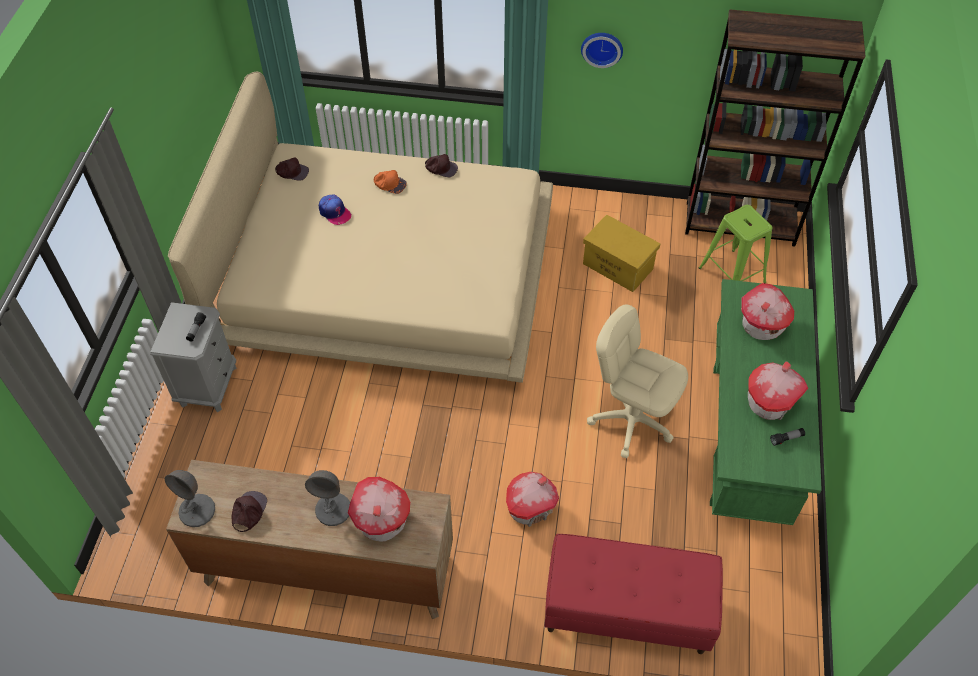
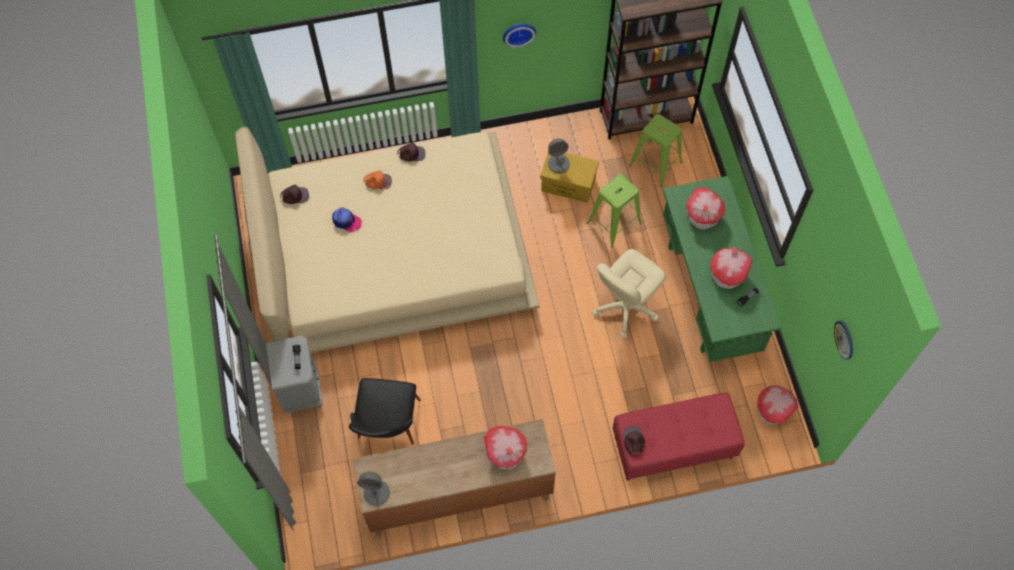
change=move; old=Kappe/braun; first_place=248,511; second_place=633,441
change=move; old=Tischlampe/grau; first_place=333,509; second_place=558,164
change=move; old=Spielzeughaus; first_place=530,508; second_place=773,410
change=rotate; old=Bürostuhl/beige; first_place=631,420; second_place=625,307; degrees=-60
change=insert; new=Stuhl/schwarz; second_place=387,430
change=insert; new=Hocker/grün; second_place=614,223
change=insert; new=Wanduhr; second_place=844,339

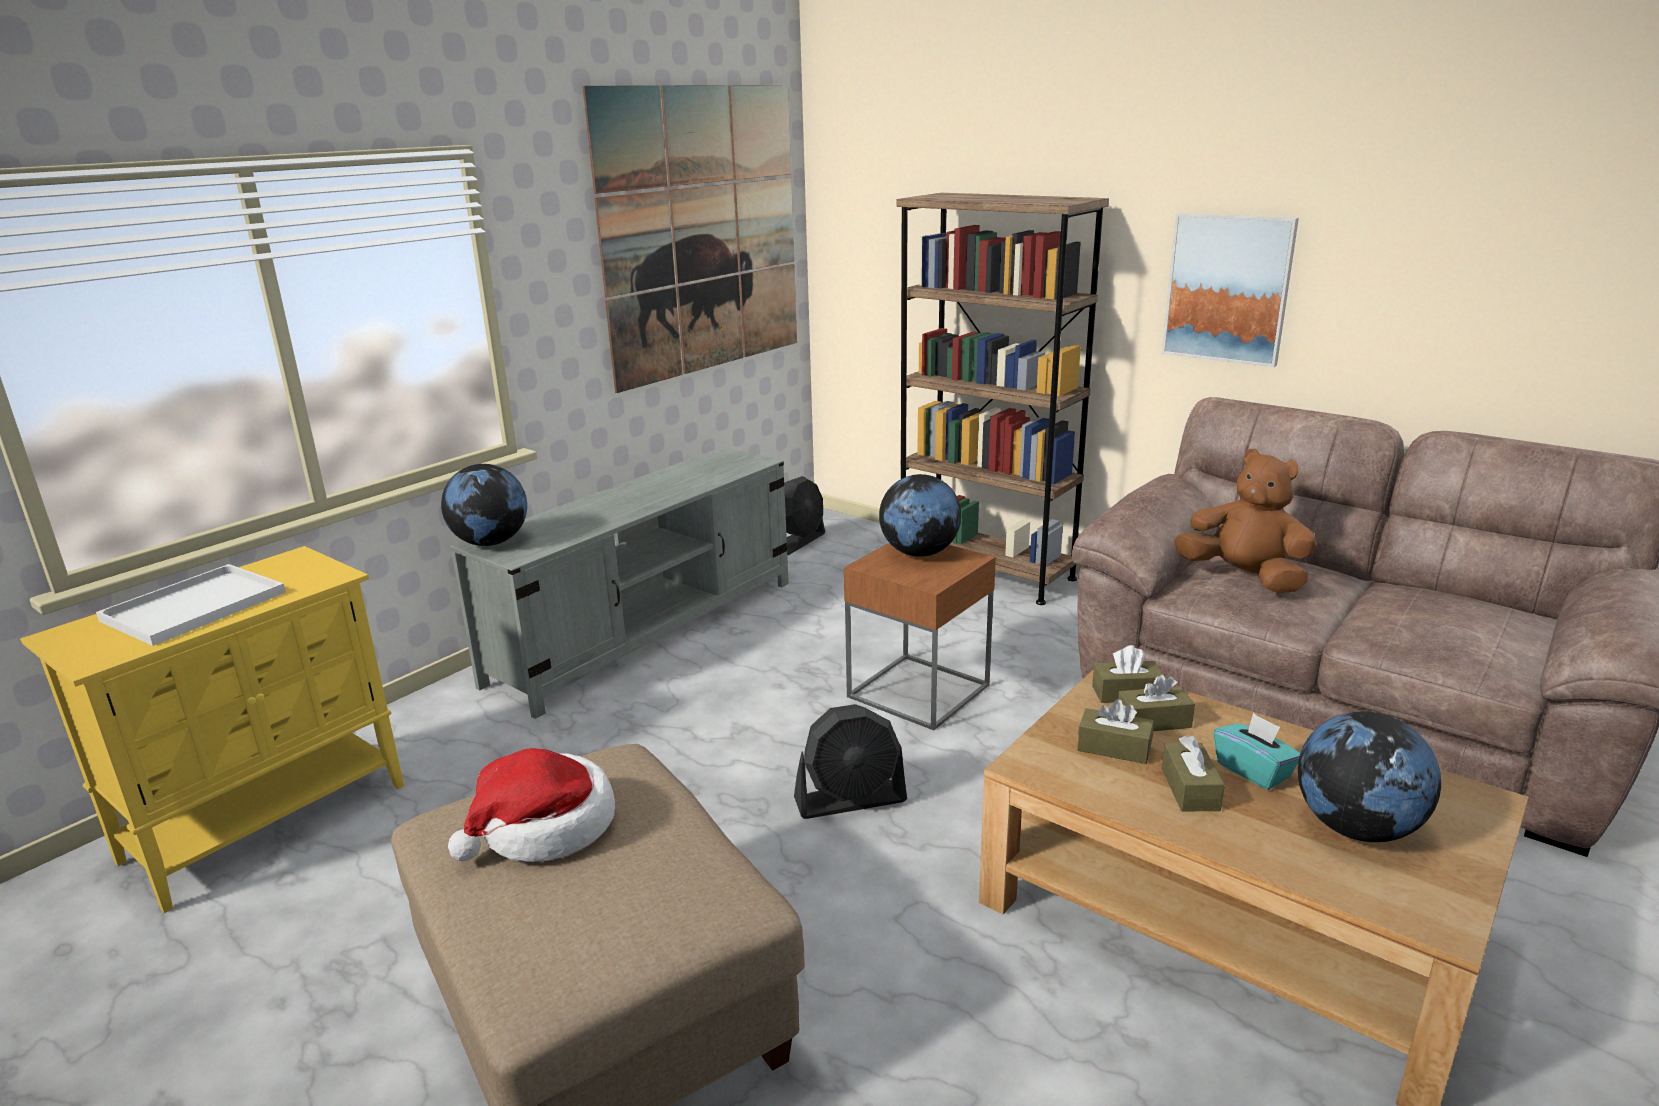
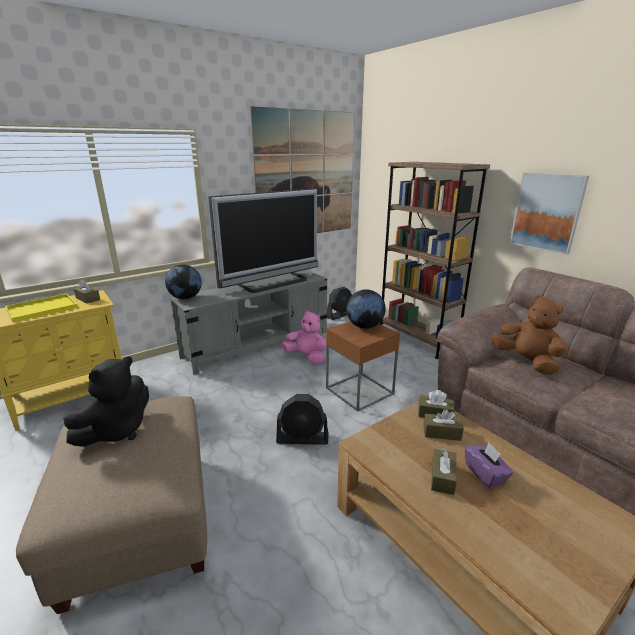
change=recolor; old=Tablett/weiß; new=Tablett/gelb; first_place=192,608; second_place=41,309
change=replace; old=Hut; new=Plüschtier/schwarz; first_place=544,828; second_place=117,430
change=move; old=Taschentuchbox/braun; first_place=1114,748; second_place=88,299
change=recolor; old=Taschentuchbox/türkis; new=Taschentuchbox/lila; first_place=1253,771; second_place=485,474
change=delete; old=Globus; first_place=1356,828
change=insert; new=Fernseher; second_place=274,283
change=insert; new=Plüschtier/rosa; second_place=306,357

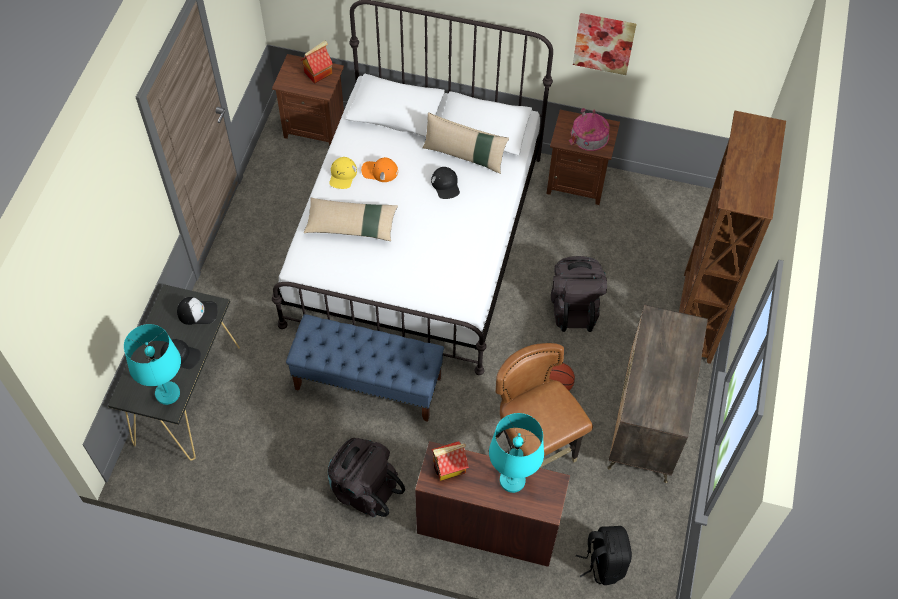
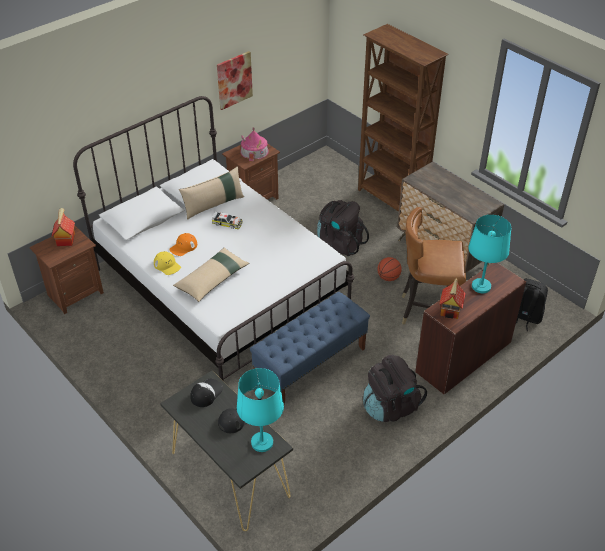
change=replace; old=Kappe/schwarz; new=Spielzeugauto; first_place=445,185; second_place=227,223

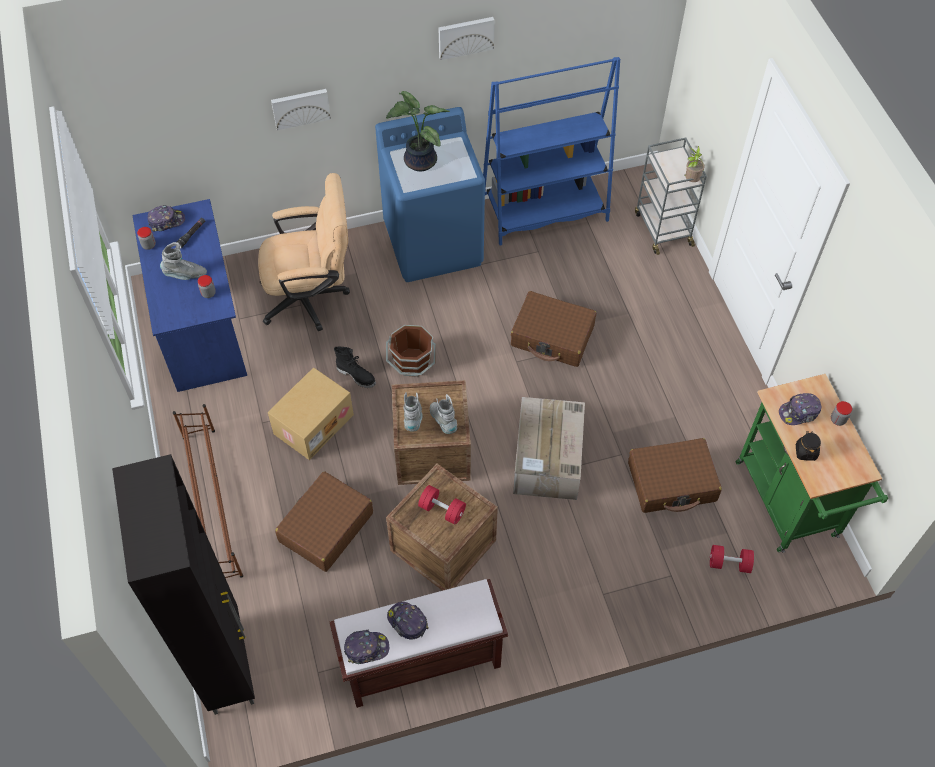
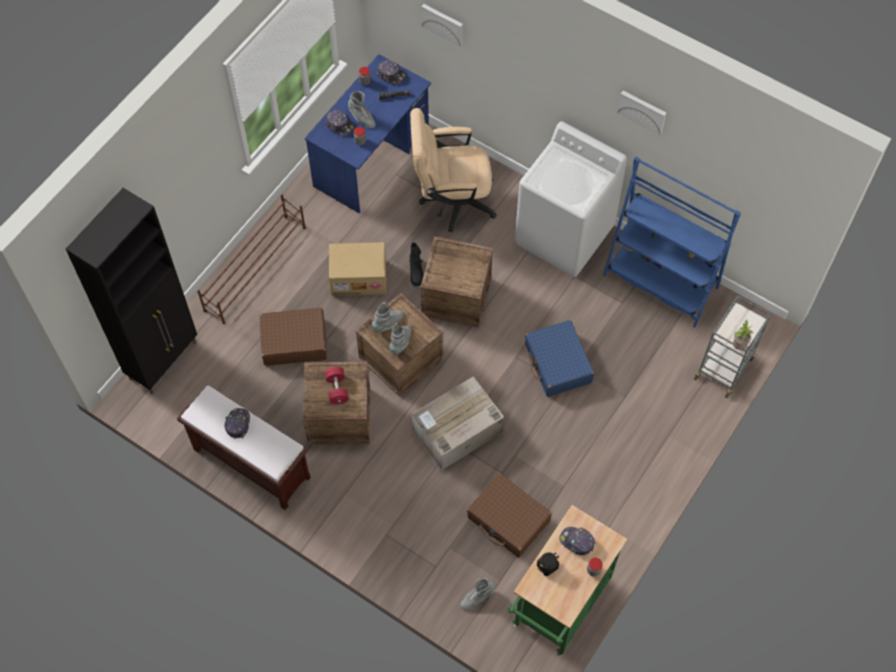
change=rotate; old=Bürostuhl/beige; first_place=312,297; second_place=451,201; degrees=135
change=move; old=Bild; first_place=300,107; second_place=443,24
change=move; old=Kappe; first_place=366,648; second_place=340,125
change=recolor; old=Waschmaschine/blau; new=Waschmaschine/weiß; first_place=434,243; second_place=564,235
change=delete; old=Topfpflanze; first_place=418,161
change=replace; old=Eimer/braun; new=Kiste; first_place=412,363; second_place=456,296
change=recolor; old=Koffer/braun; new=Koffer/blau; first_place=552,336; second_place=558,364
change=replace; old=Hantel/rot; new=Stiefel/grau; first_place=729,563; second_place=477,597

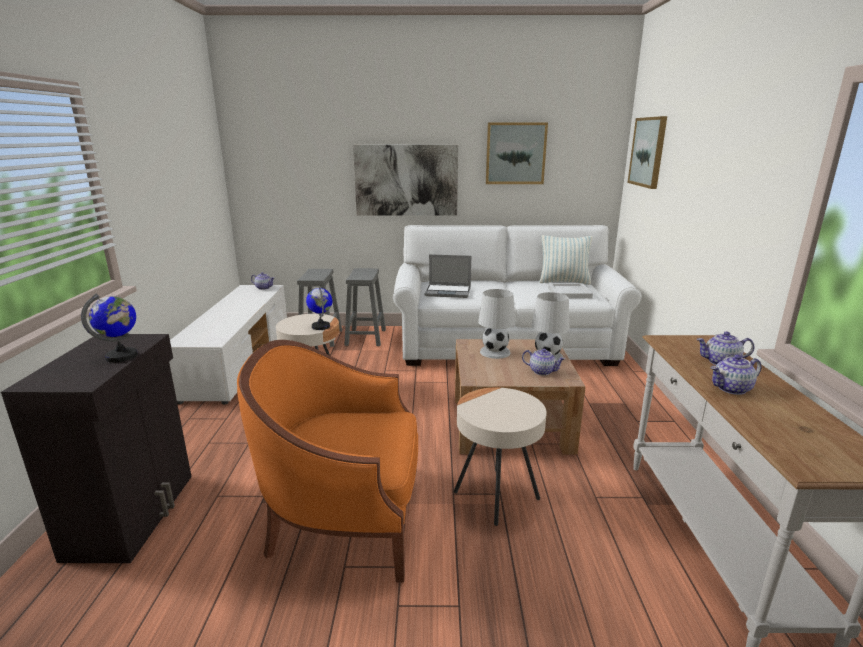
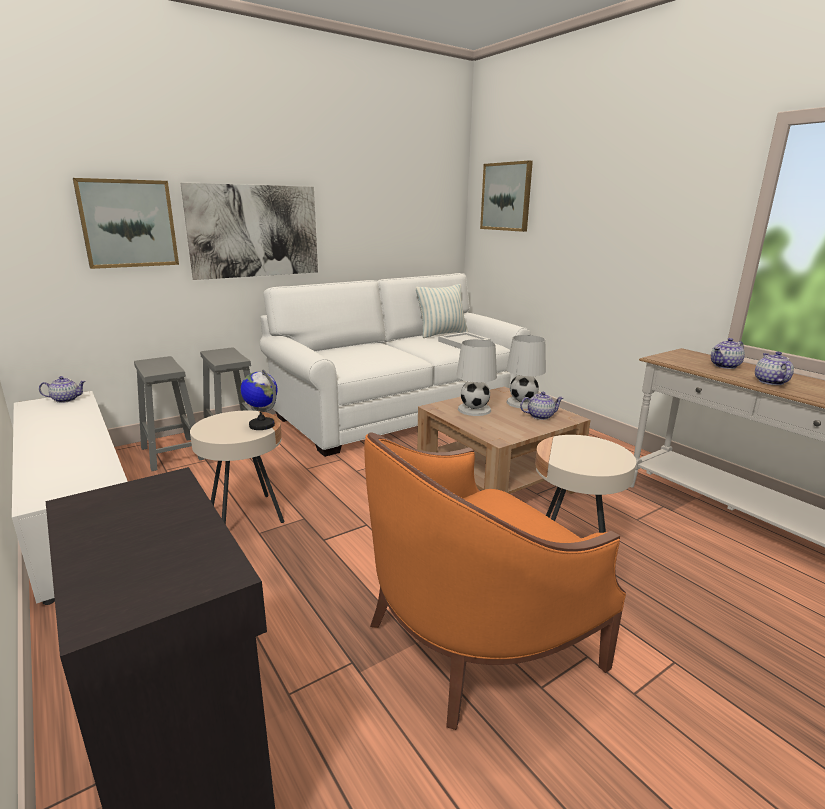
change=delete; old=Globus; first_place=122,356
change=delete; old=Laptop; first_place=448,292
change=move; old=Bild; first_place=515,153; second_place=128,223
change=rotate; old=Teekanne; first_place=731,389; second_place=770,382; degrees=150

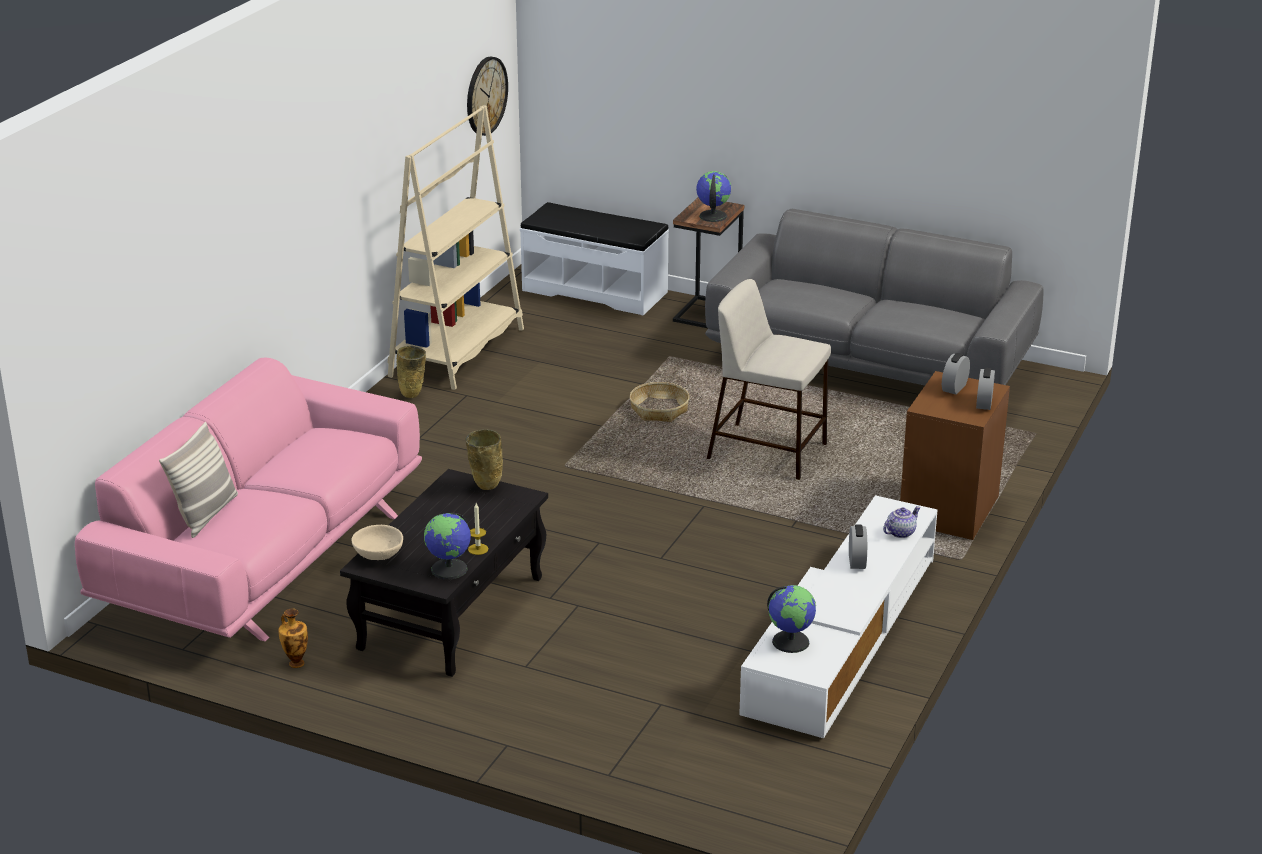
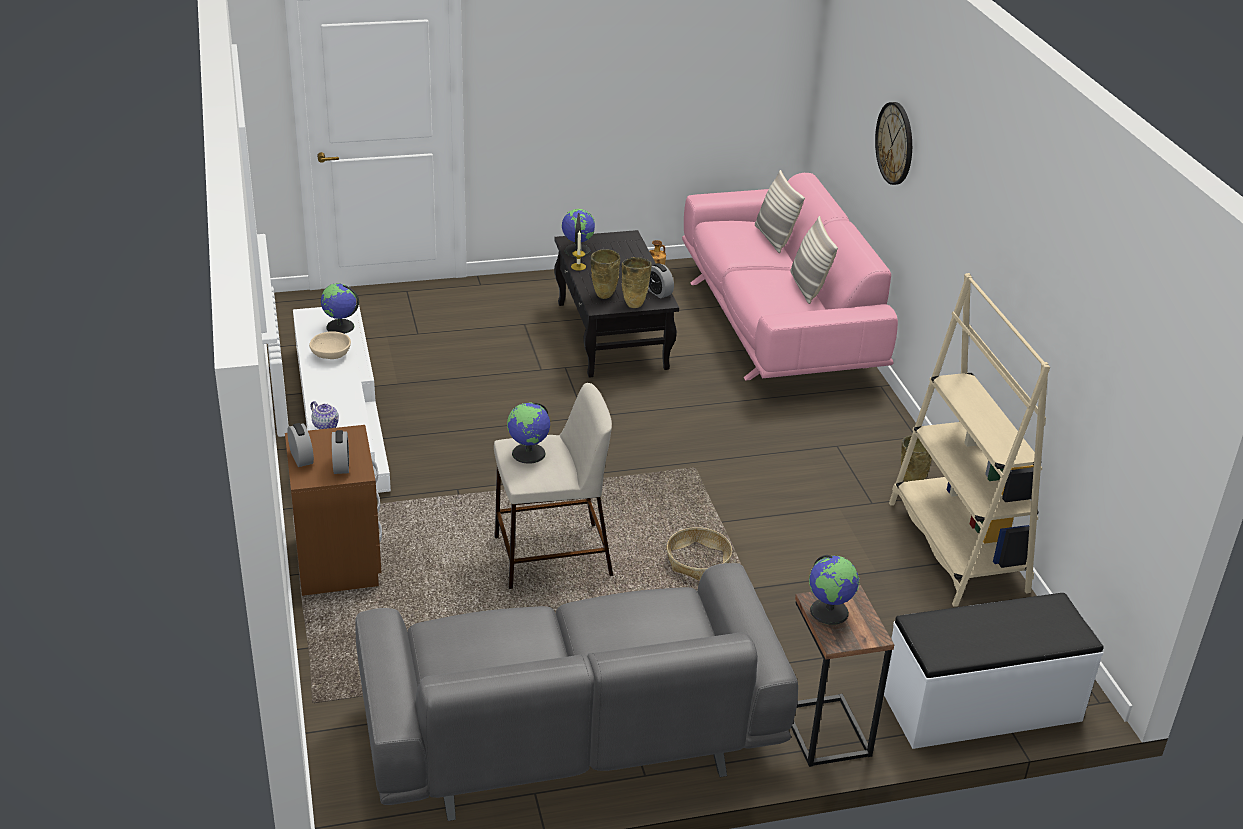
change=move; old=Schüssel/beige; first_place=379,555; second_place=330,355
change=move; old=Wanduhr; first_place=486,95; second_place=895,143
change=move; old=Wecker; first_place=857,561; second_place=658,292
change=rotate; old=Teekanne; first_place=900,532; second_place=326,425; degrees=-60
change=insert; new=Globus; second_place=529,453
change=insert; new=Vase/beige; second_place=603,296
change=insert; new=Kissen; second_place=808,288

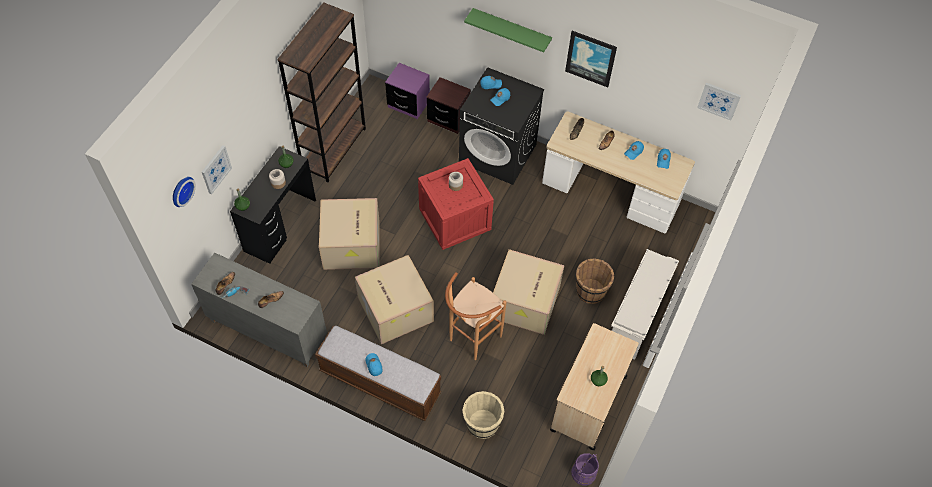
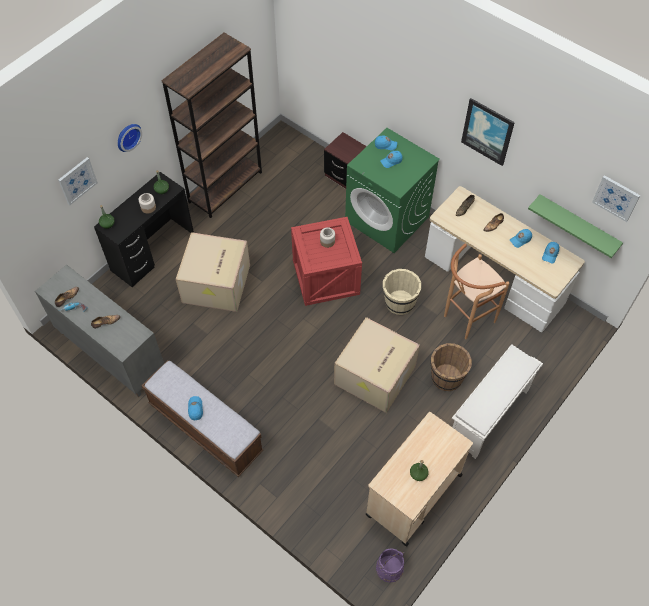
change=move; old=Wanduhr; first_place=181,190; second_place=127,136
change=delete; old=Karton; first_place=394,309
change=delete; old=Nachttisch/lila; first_place=408,104
change=move; old=Hocker/braun; first_place=471,340; second_place=464,320
change=recolor; old=Waschmaschine/schwarz; new=Waschmaschine/grün; first_place=498,153; second_place=387,219
change=move; old=Eimer/beige; first_place=482,424; second_place=399,302
change=move; old=Wandregal/grün; first_place=511,30; second_place=577,225

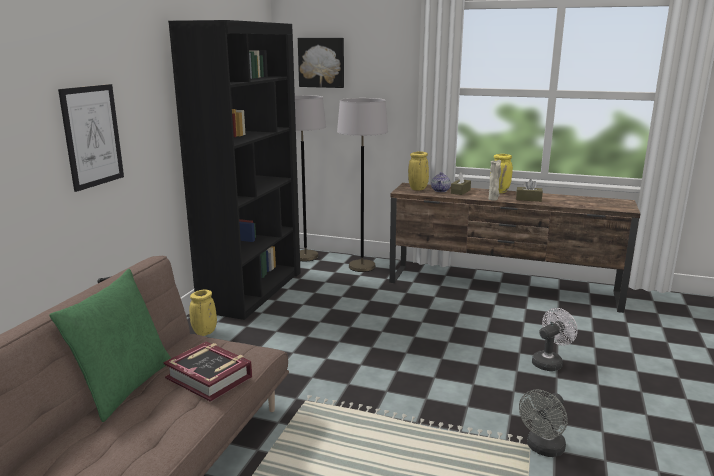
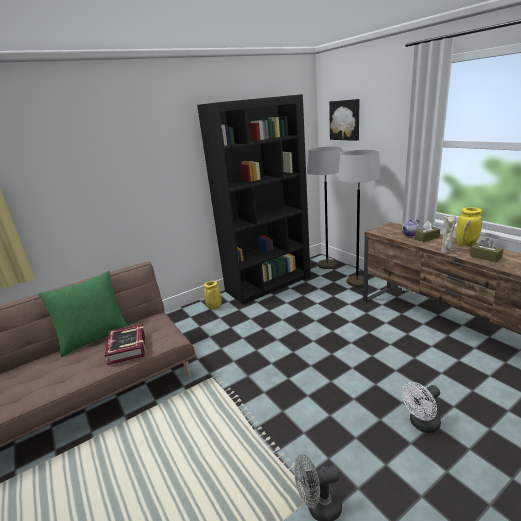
change=delete; old=Bild; first_place=92,136
change=delete; old=Vase/gelb; first_place=418,189
change=rotate; old=Ventilator/weiß; first_place=550,362; second_place=421,424; degrees=150

